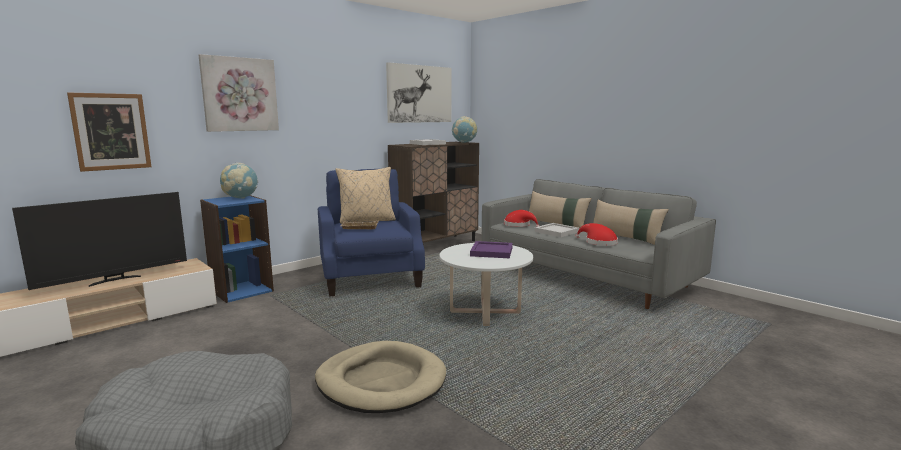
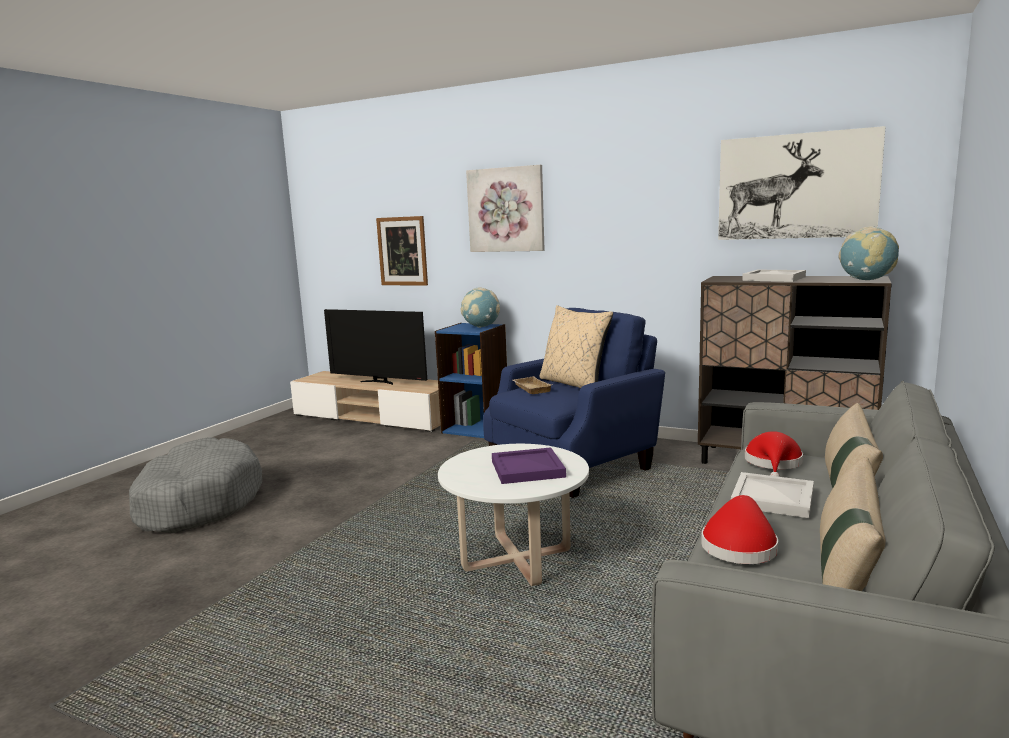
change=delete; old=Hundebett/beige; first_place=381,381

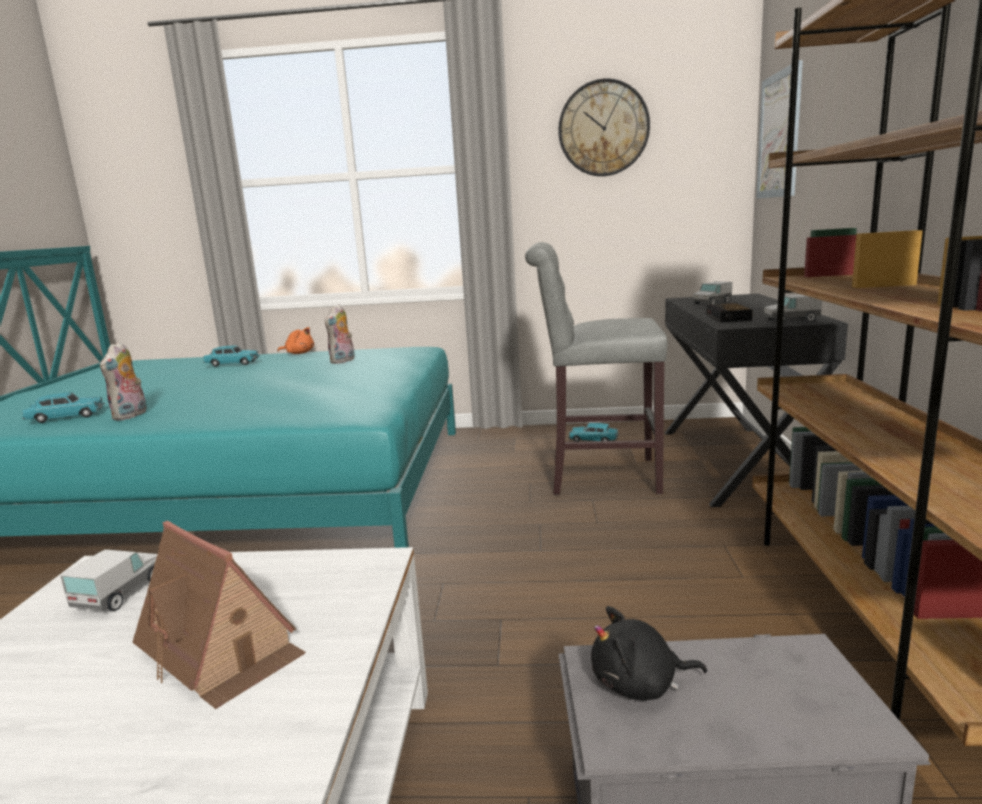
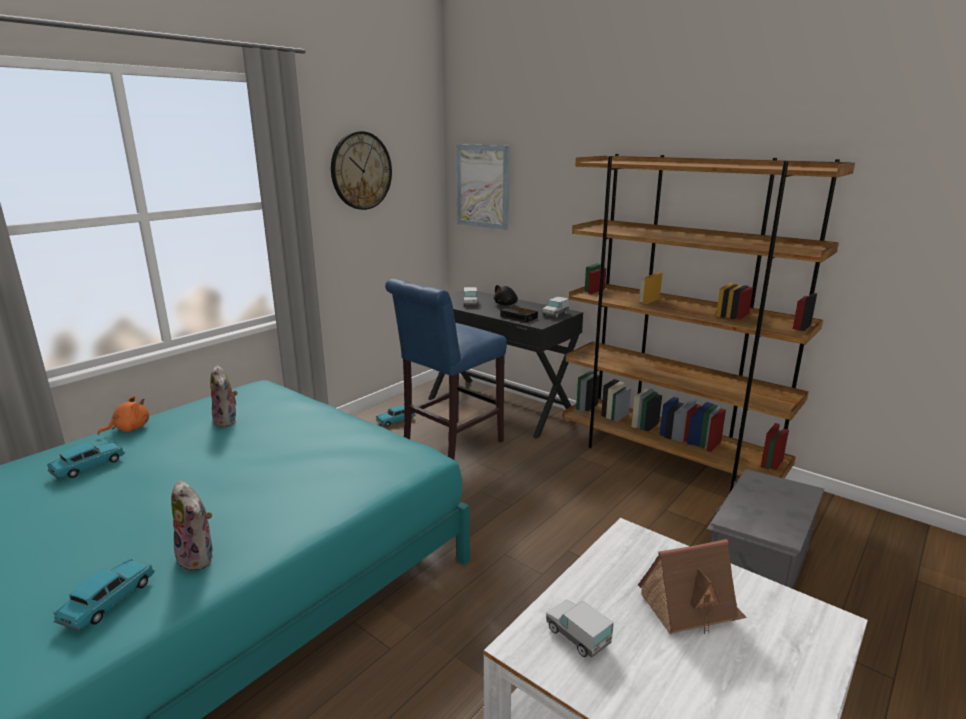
change=recolor; old=Hocker/grau; new=Hocker/blau; first_place=597,476; second_place=449,446
change=move; old=Plüschtier/schwarz; first_place=640,685; second_place=506,304

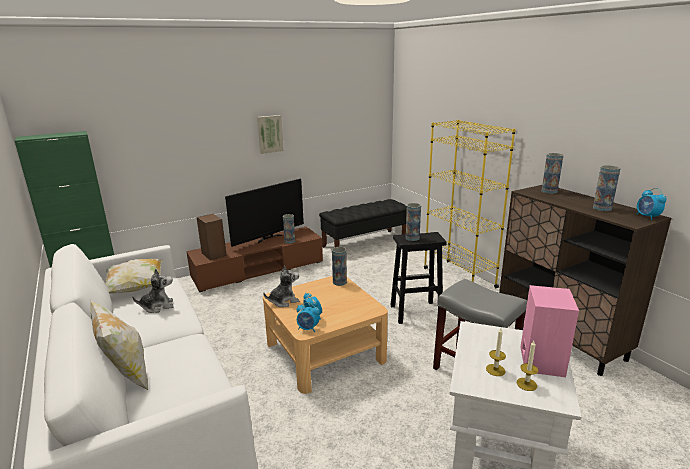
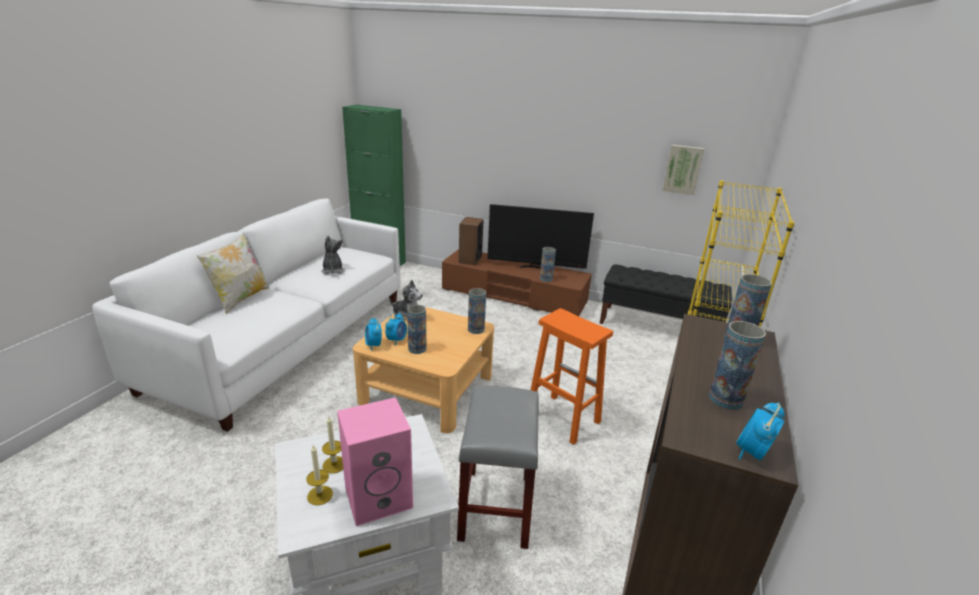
change=delete; old=Kissen; first_place=136,288
change=rotate; old=Plüschtier; first_place=158,306; second_place=333,270; degrees=-135
change=move; old=Bild; first_place=269,134; second_place=683,169
change=recolor; old=Hocker/schwarz; new=Hocker/orange; first_place=415,312; second_place=561,418
change=move; old=Vase; first_place=412,238; second_place=417,349

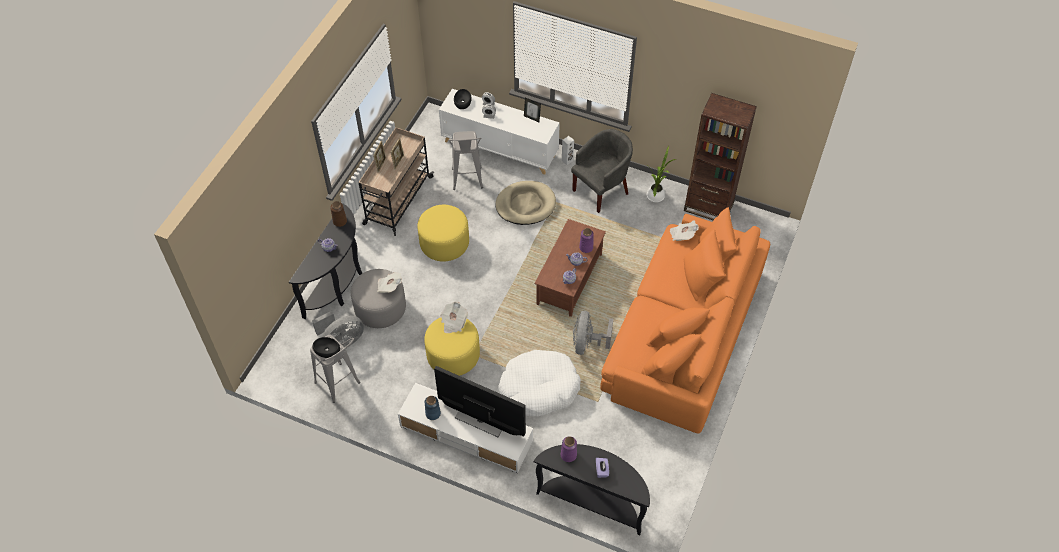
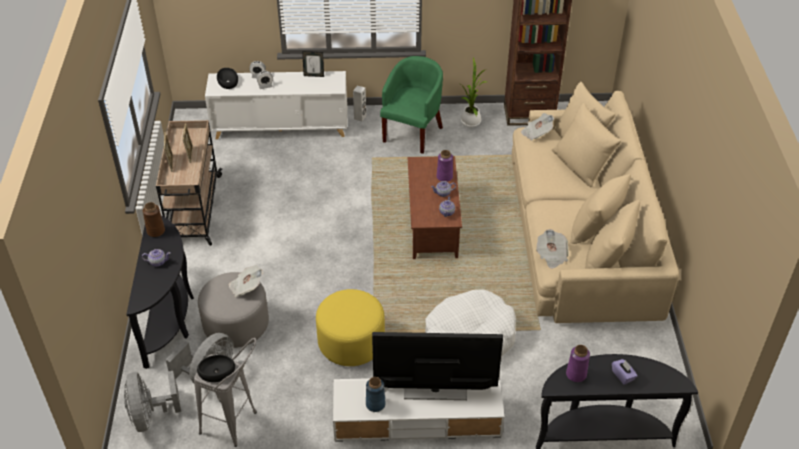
change=delete; old=Polsterhocker/gelb; first_place=444,243
change=move; old=Zeitung; first_place=453,322; second_place=551,255
change=delete; old=Hocker/grau; first_place=467,183
change=delete; old=Hundebett/beige; first_place=525,205
change=recolor; old=Sessel/grau; new=Sessel/grün; first_place=601,190; second_place=412,132
change=move; old=Ventilator/grau; first_place=587,343; second_place=150,415
change=recolor; old=Sofa/orange; new=Sofa/beige; first_place=682,333; second_place=582,234

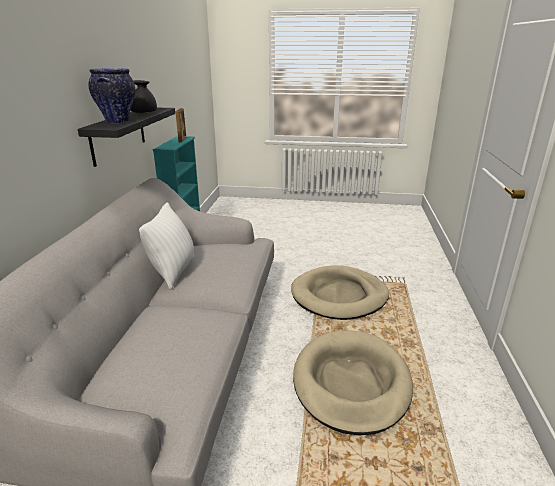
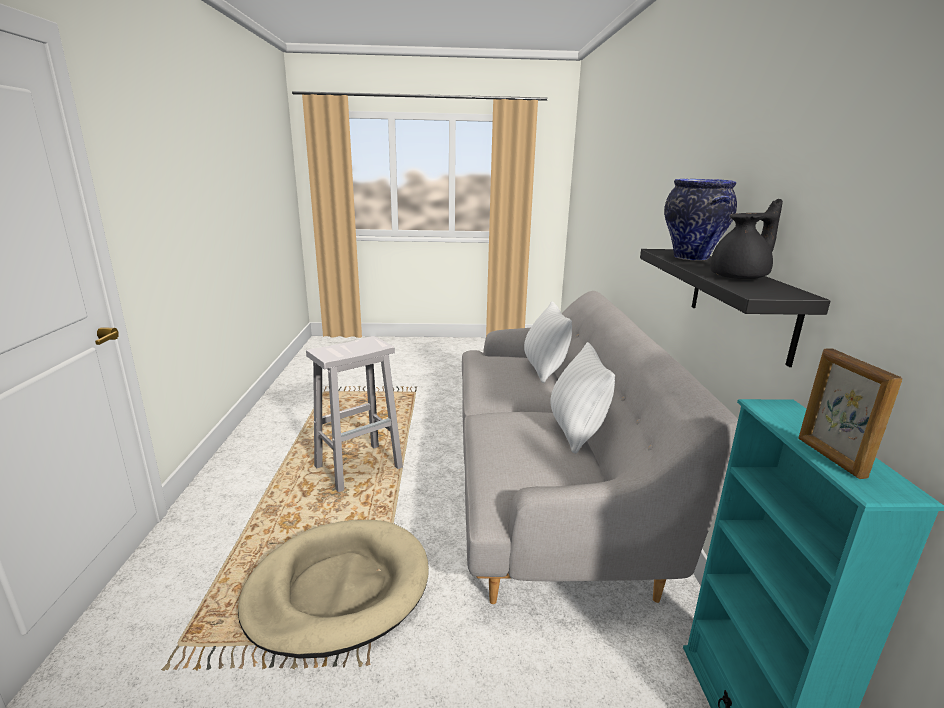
change=replace; old=Hundebett/beige; new=Hocker/weiß; first_place=351,383; second_place=360,466
change=insert; new=Kissen/weiß; second_place=544,369

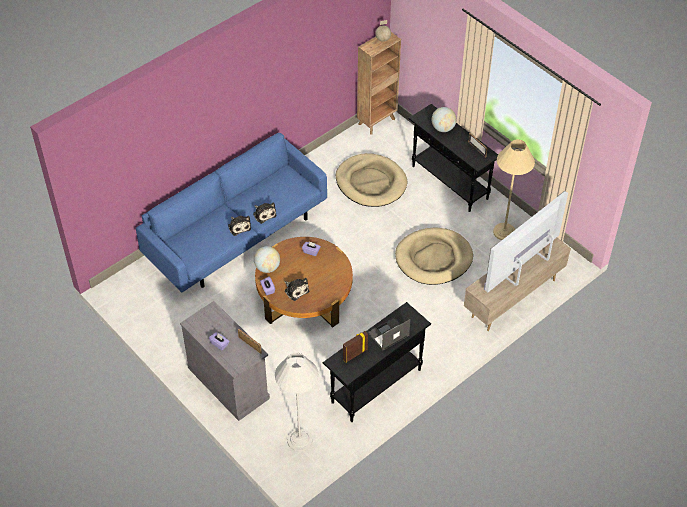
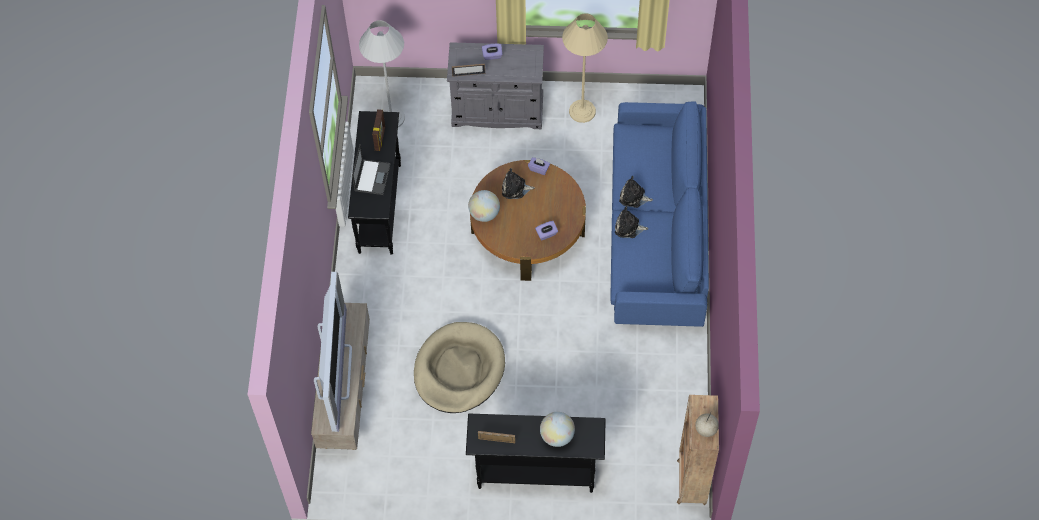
change=move; old=Globus; first_place=267,267; second_place=484,214
change=delete; old=Hundebett/beige; first_place=371,183
change=move; old=Stehlampe/beige; first_place=504,232; second_place=582,111

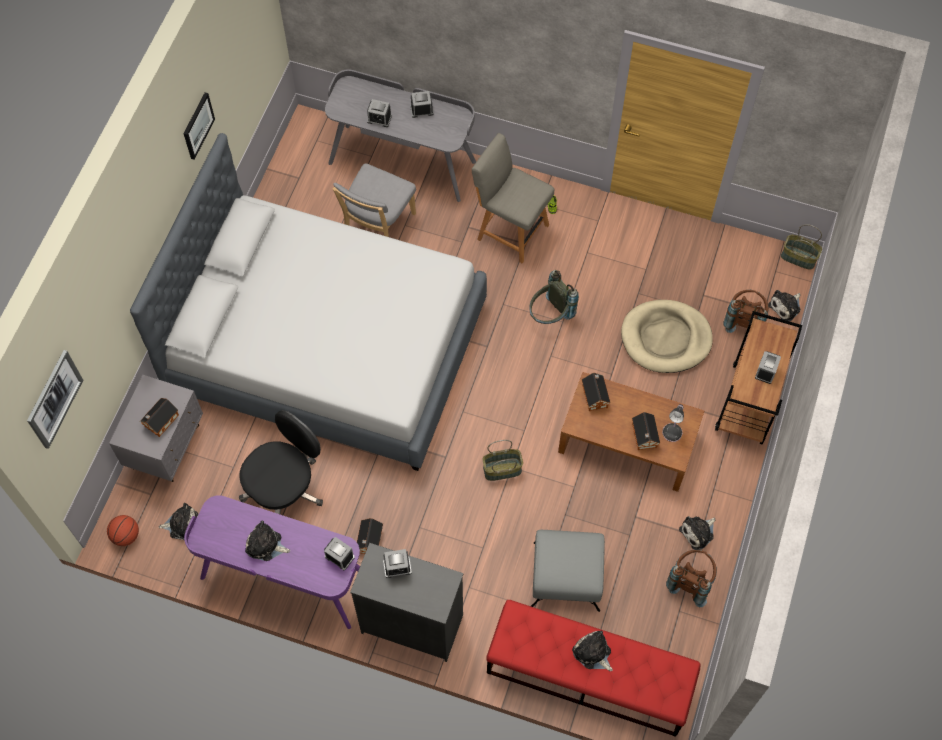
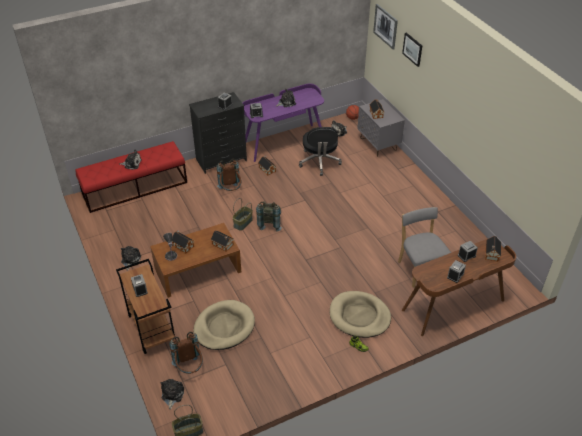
change=delete; old=Bett/grau; first_place=327,345
change=move; old=Bild; first_place=197,125; second_place=412,49
change=recolor; old=Schreibtisch/grau; new=Schreibtisch/braun; first_place=402,161; second_place=453,306
change=replace; old=Stuhl/grau; new=Hundebett/beige; first_place=510,231; second_place=359,316
change=move; old=Rucksack/grau; first_place=550,315; second_place=270,223
change=delete; old=Polsterhocker/grau; first_place=565,576
change=move; old=Rucksack/braun; first_place=690,581; second_place=231,191
change=insert; new=Spielzeughaus; second_place=491,254

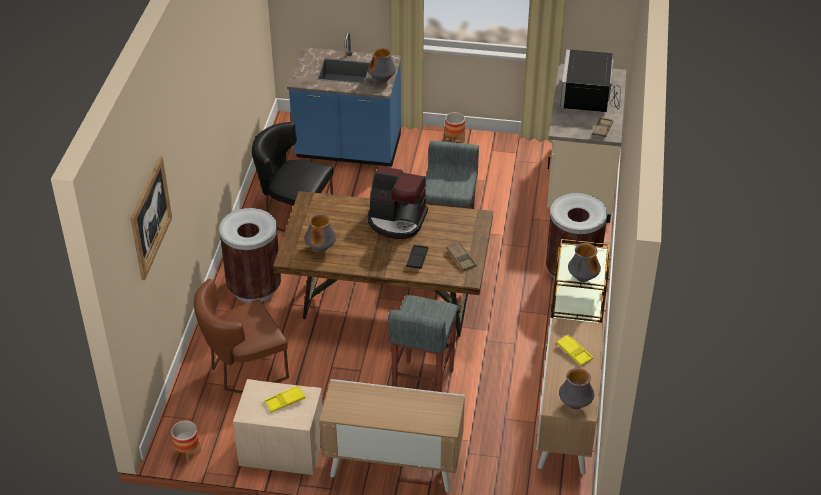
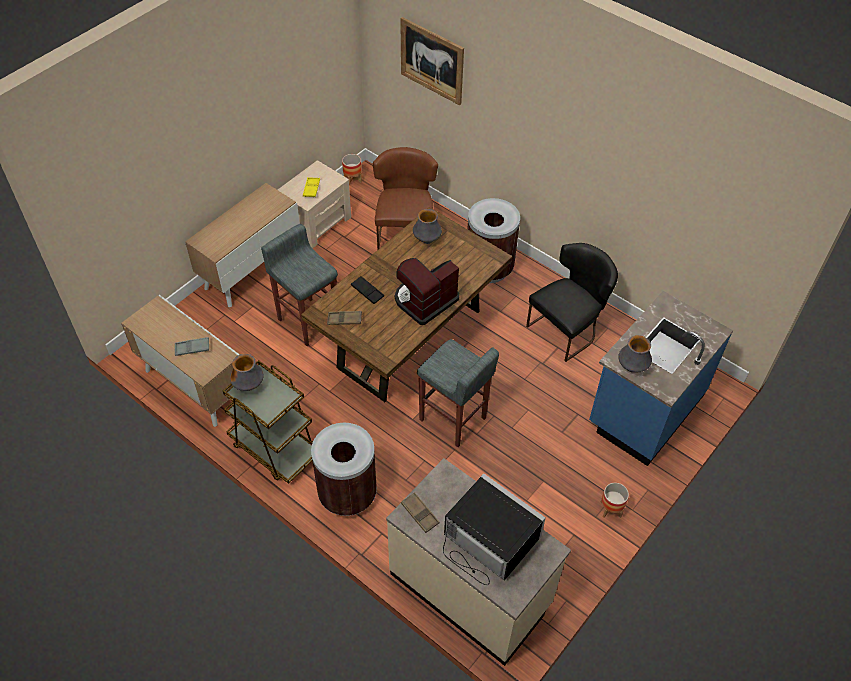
change=recolor; old=Tablett/gelb; new=Tablett/grau; first_place=574,352; second_place=192,348
change=delete; old=Vase; first_place=575,404

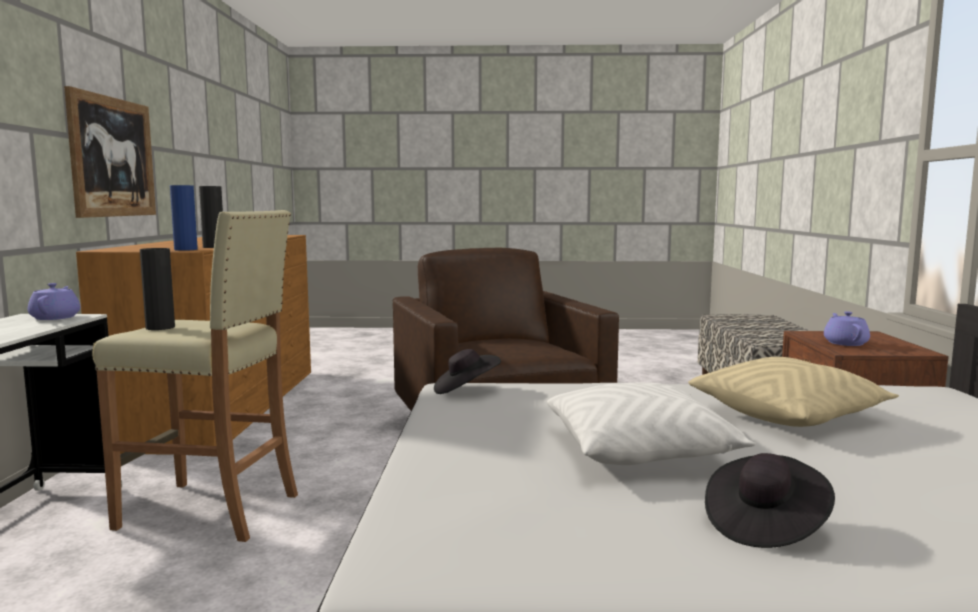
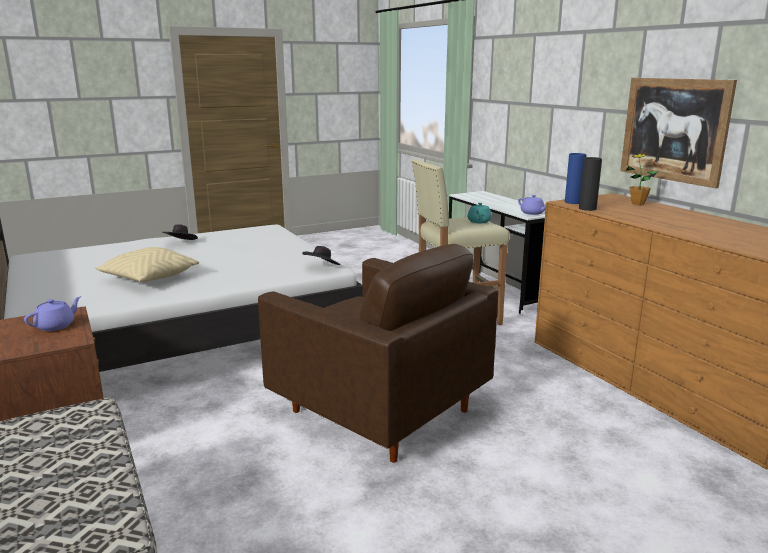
change=replace; old=Vase/schwarz; new=Teekanne/türkis; first_place=160,327; second_place=479,221
change=delete; old=Kissen/weiß; first_place=641,451
change=rotate; old=Teekanne/lila; first_place=845,343; second_place=56,326; degrees=-120
change=insert; new=Topfpflanze; second_place=637,203

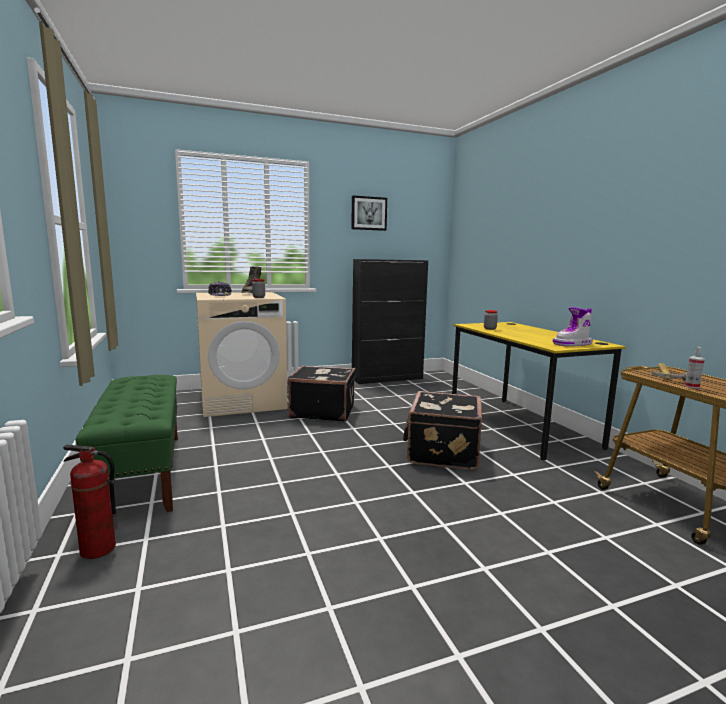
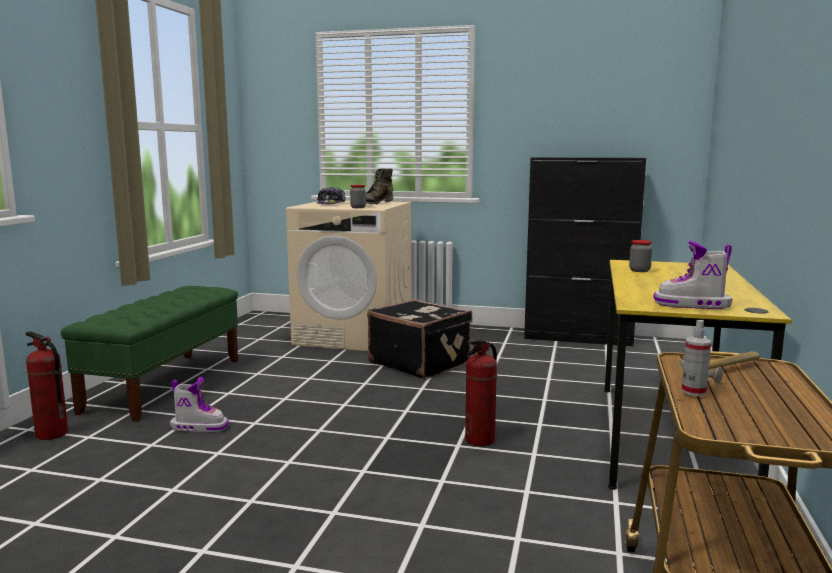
change=delete; old=Bild; first_place=368,213
change=replace; old=Koffer/schwarz; new=Feuerlöscher; first_place=442,452; second_place=480,440
change=insert; new=Stiefel; second_place=199,427

